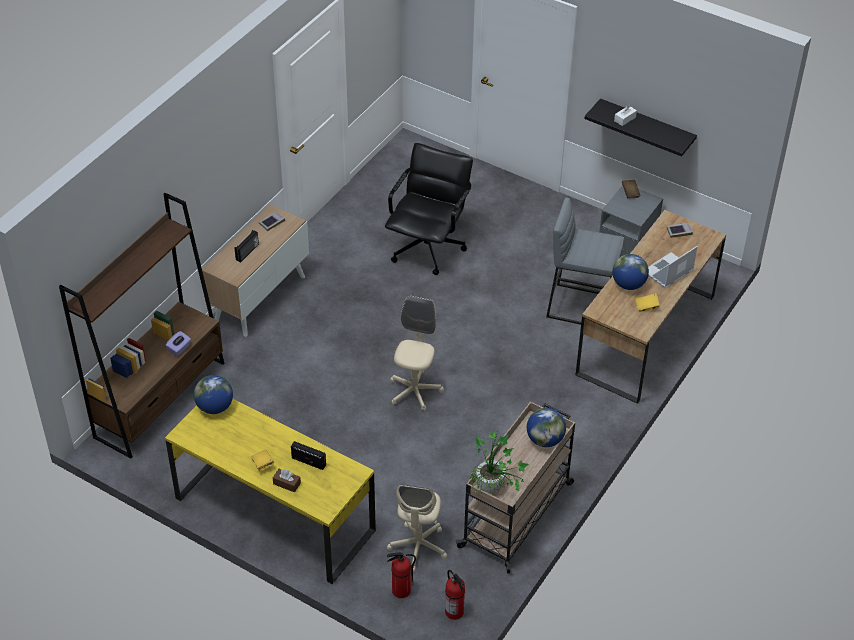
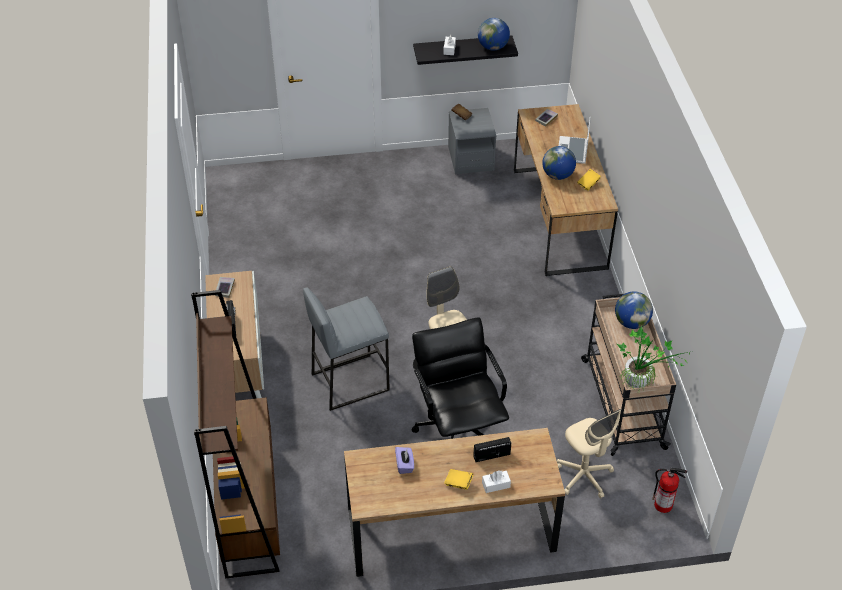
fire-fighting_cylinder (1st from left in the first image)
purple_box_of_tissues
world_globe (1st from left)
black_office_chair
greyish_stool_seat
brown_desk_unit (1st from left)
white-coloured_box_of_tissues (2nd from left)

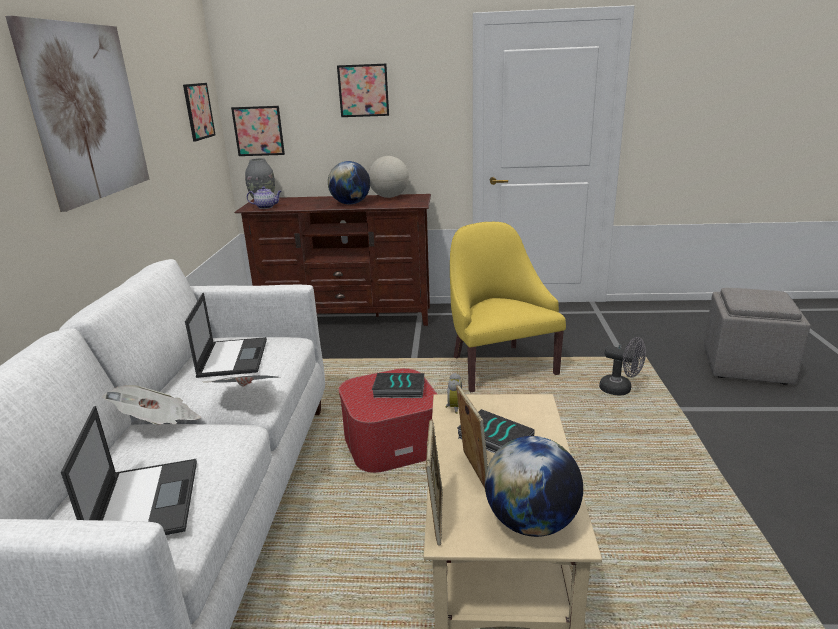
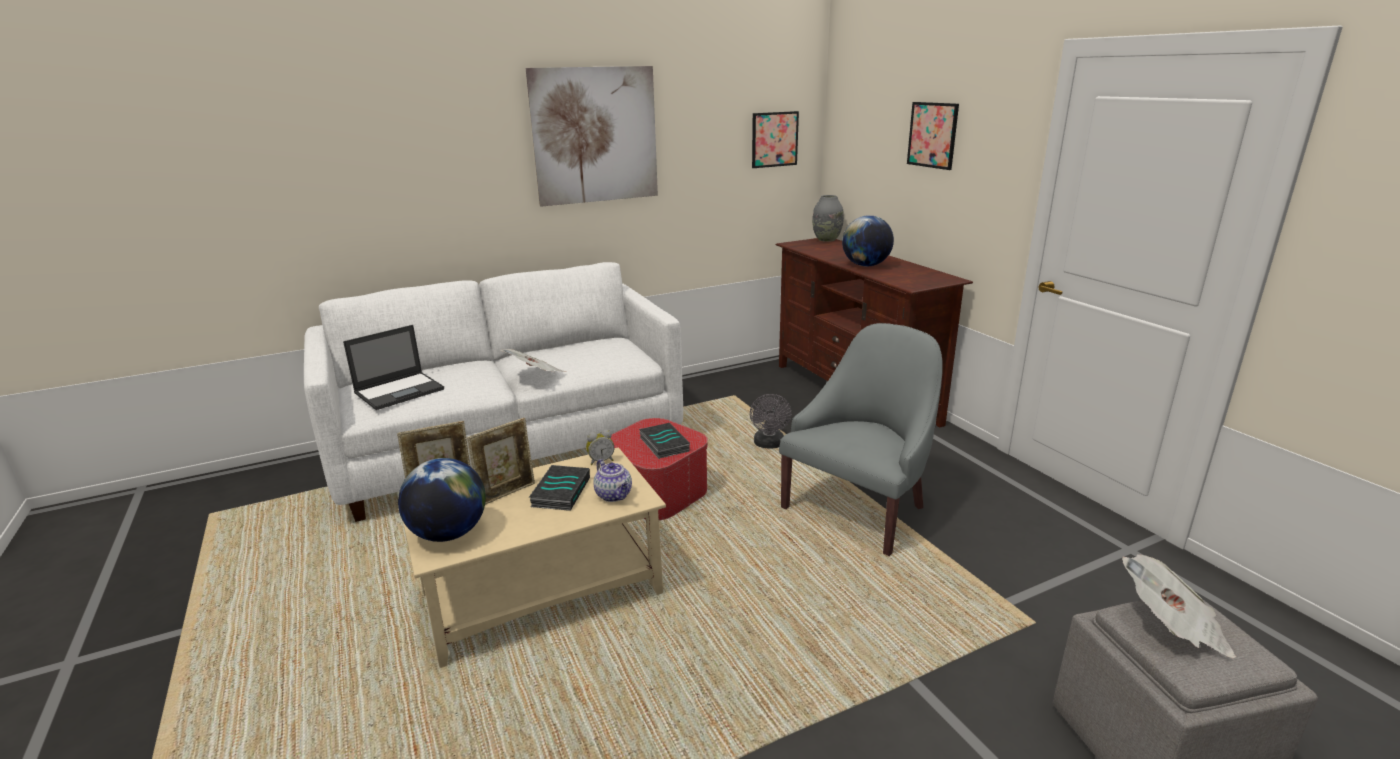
notebook_computer (2nd from left in the first image)
wall_art (3rd from left in the first image)
world_globe (2nd from left in the first image)
newspaper (2nd from left)
teapot
greyish_cooling_fan
greyish_armchair

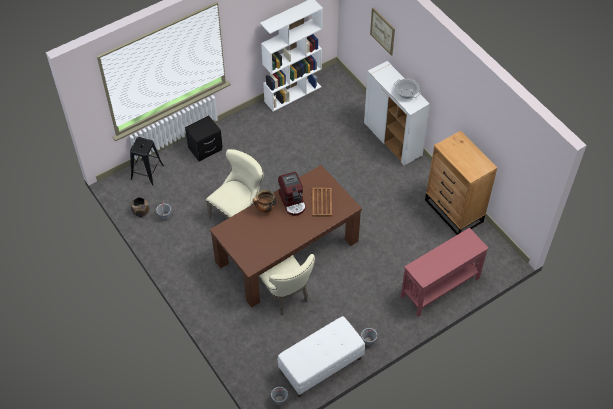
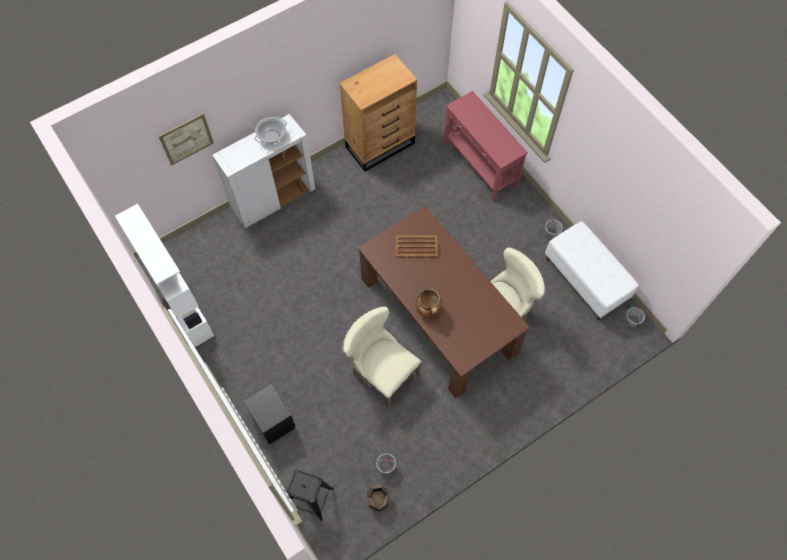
coffee_brewer

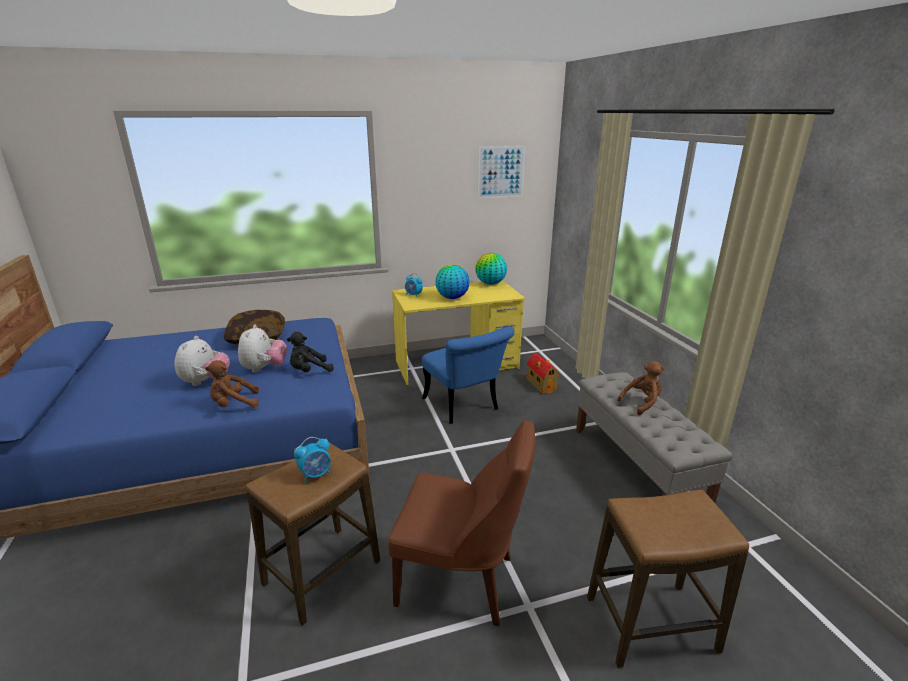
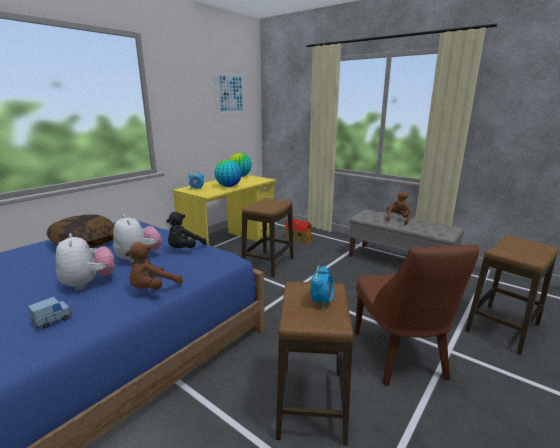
bluish_miniature_car
stool_seat (1st from left)
brown_upright_chair

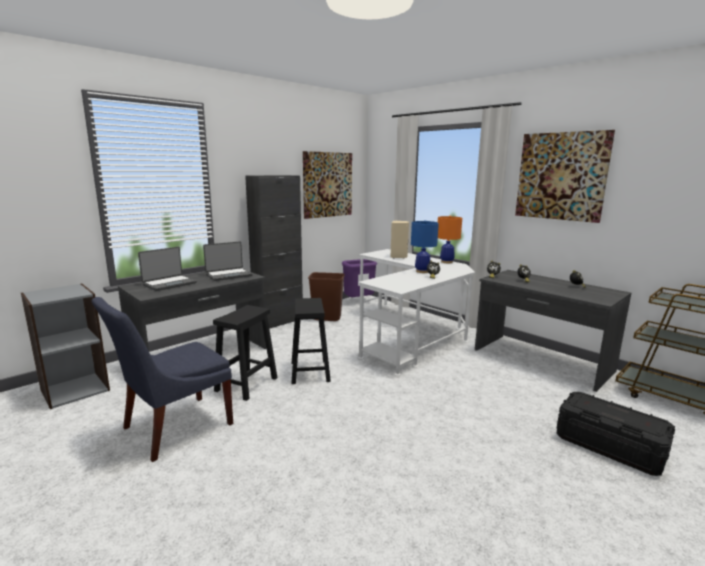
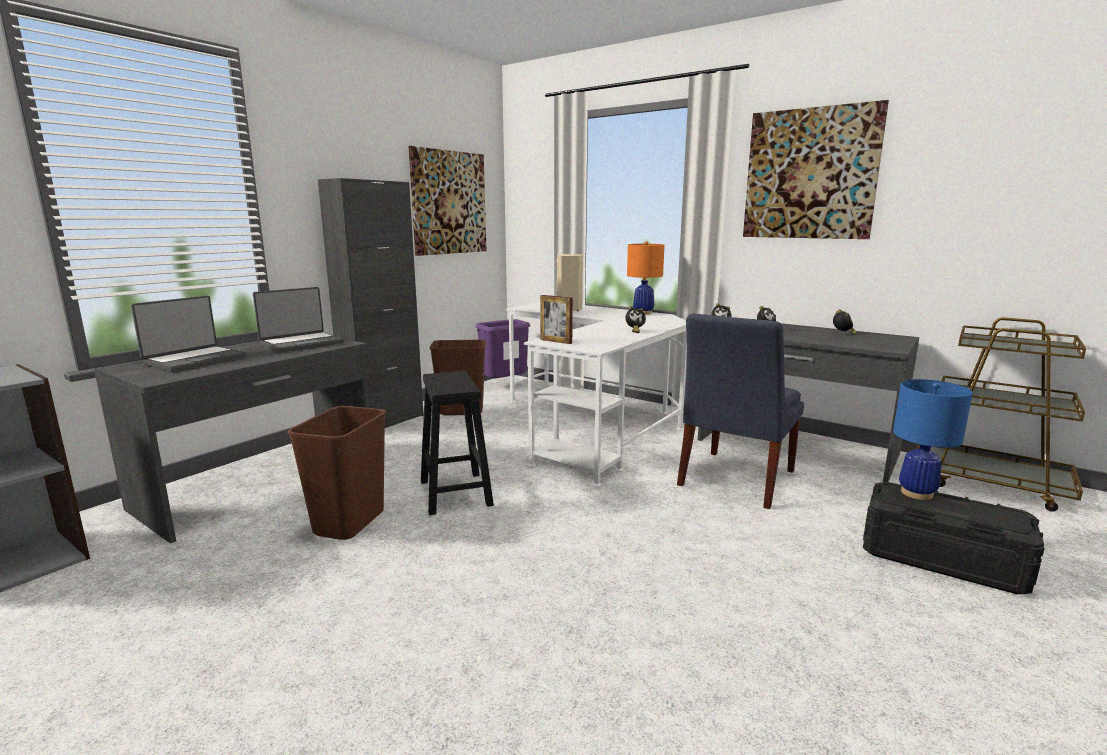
photo_frame
bluish_upright_chair
bluish_tabletop_lamp
brown_trash_can (1st from left)

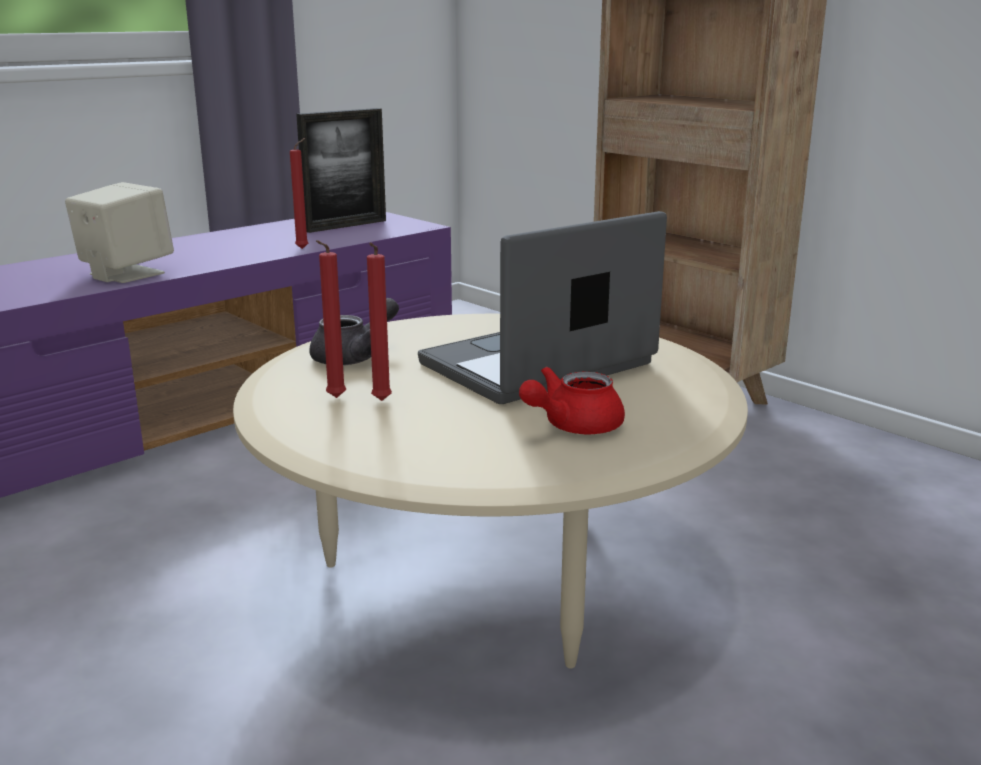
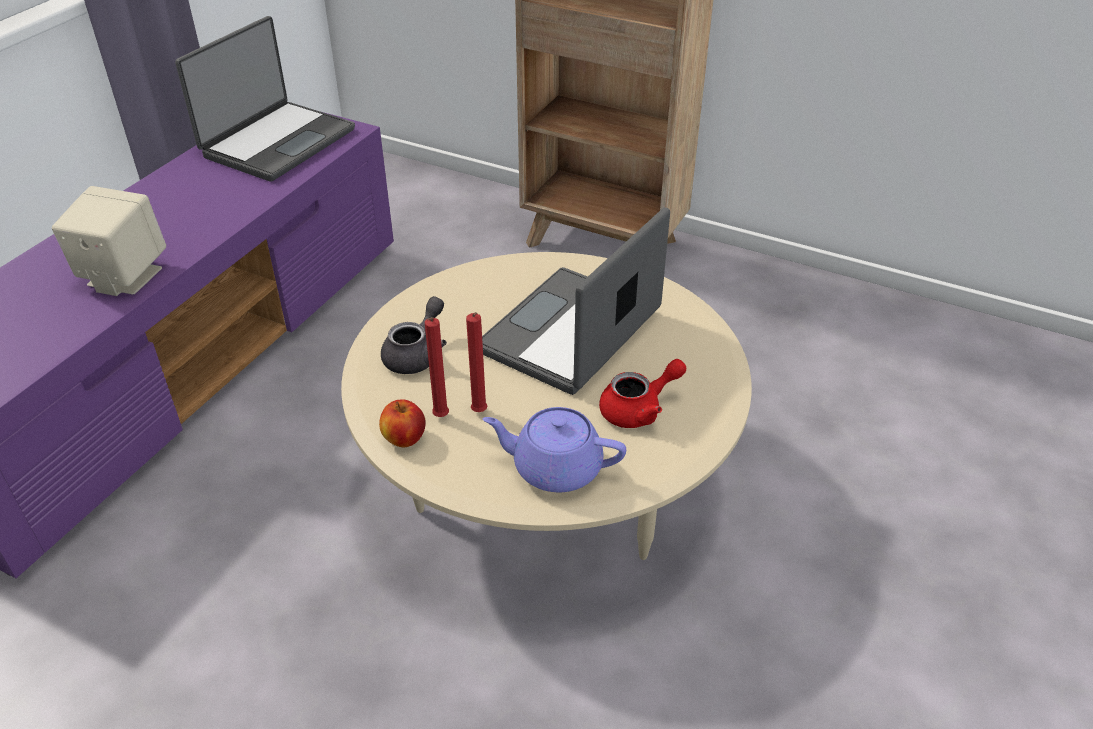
red-coloured_candle (1st from left in the first image)
apple
purple_teapot
notebook_computer (1st from left)
red-coloured_teapot

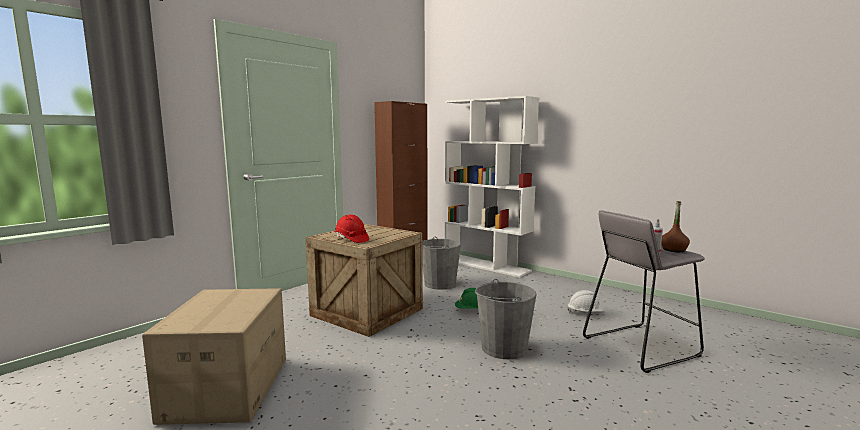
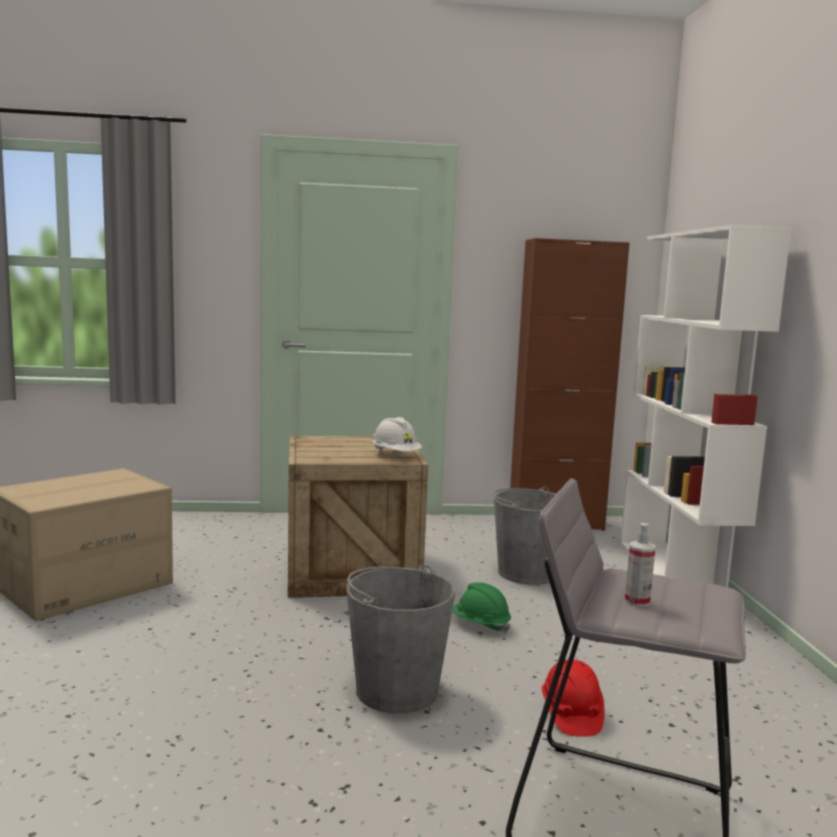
brown_drink_bottle
red-coloured_hard_hat
white-coloured_hard_hat

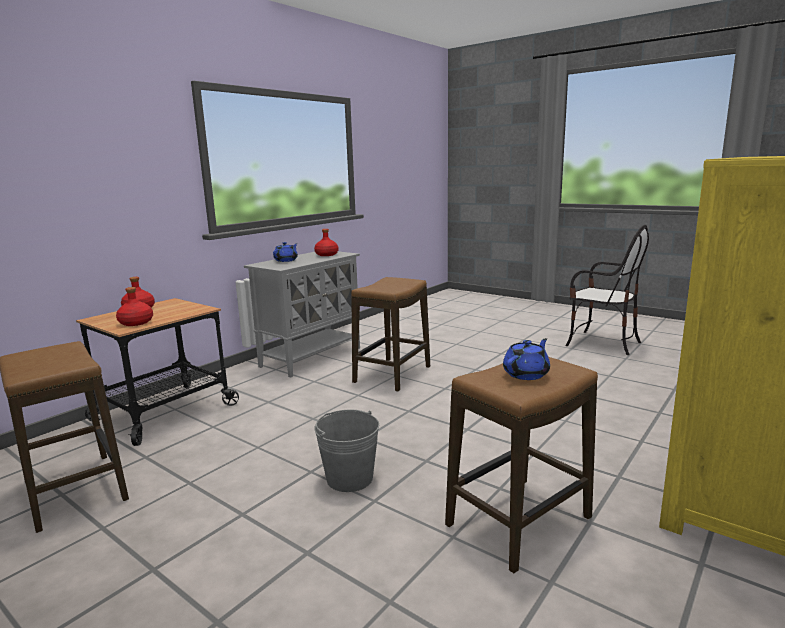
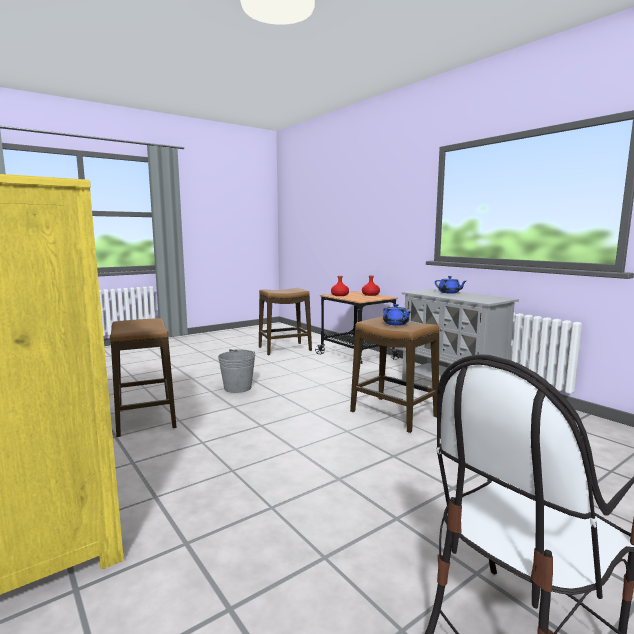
red-coloured_drink_bottle (3rd from left in the first image)
bluish_teapot (1st from left)

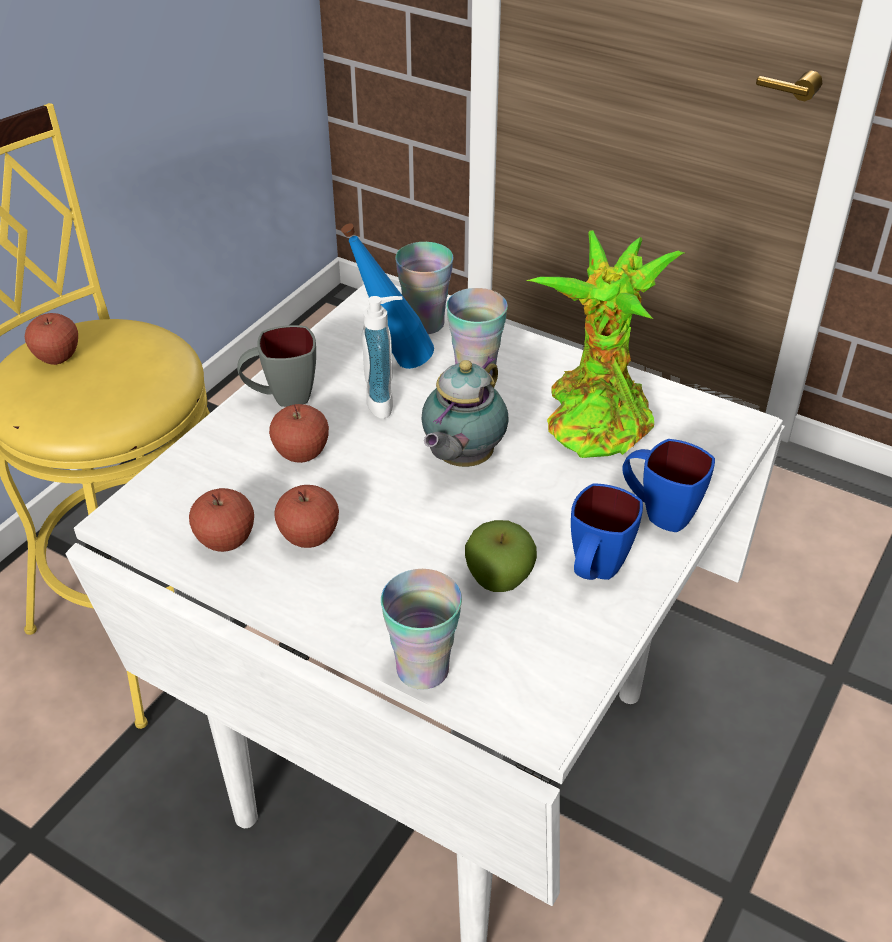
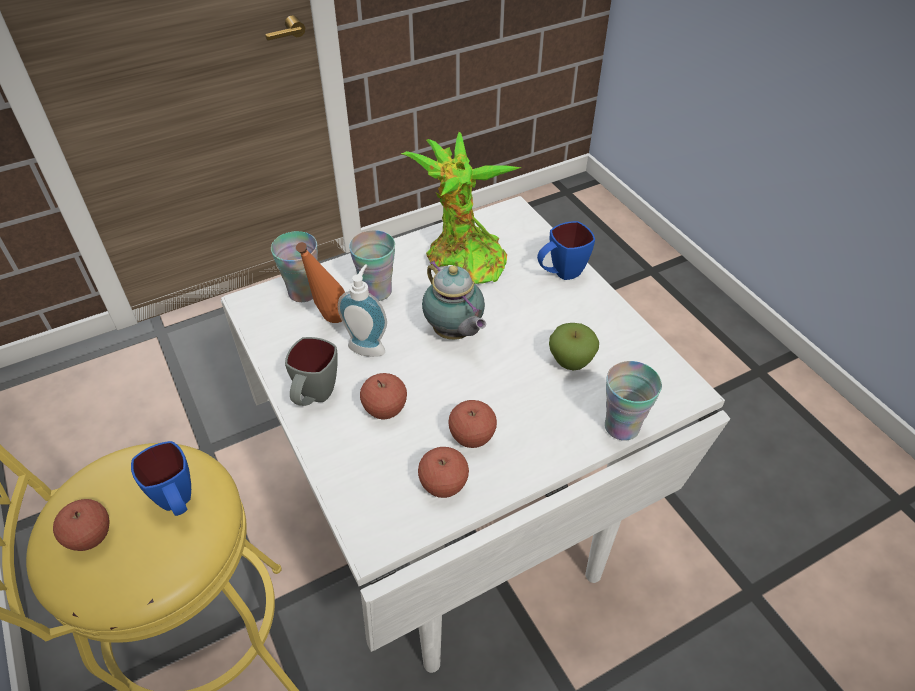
bluish_coffee_mug (1st from left)
orangey_drink_bottle

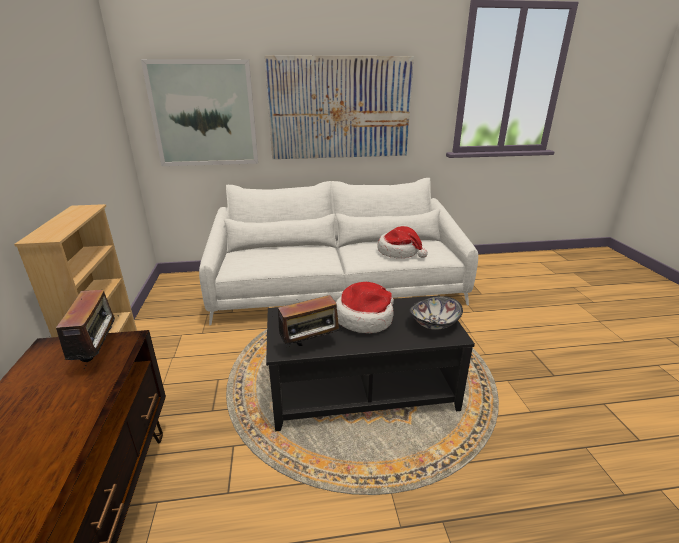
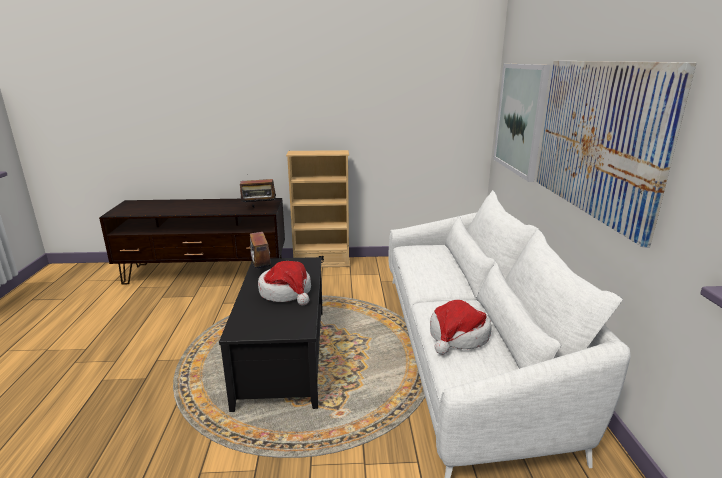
deep_dish

